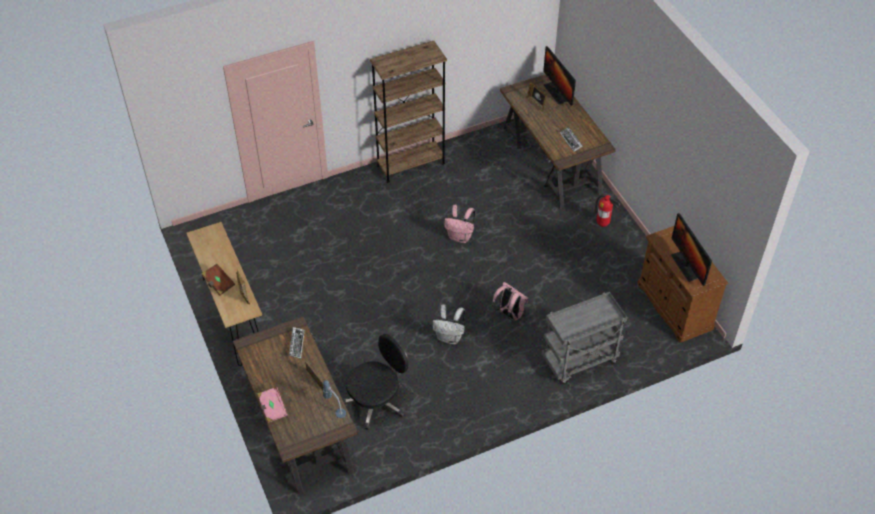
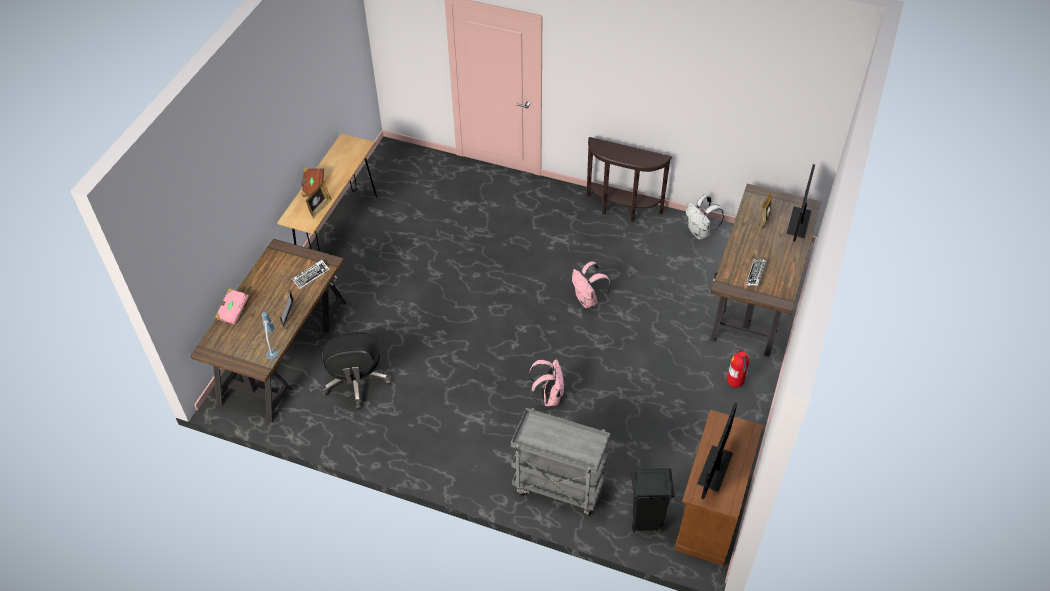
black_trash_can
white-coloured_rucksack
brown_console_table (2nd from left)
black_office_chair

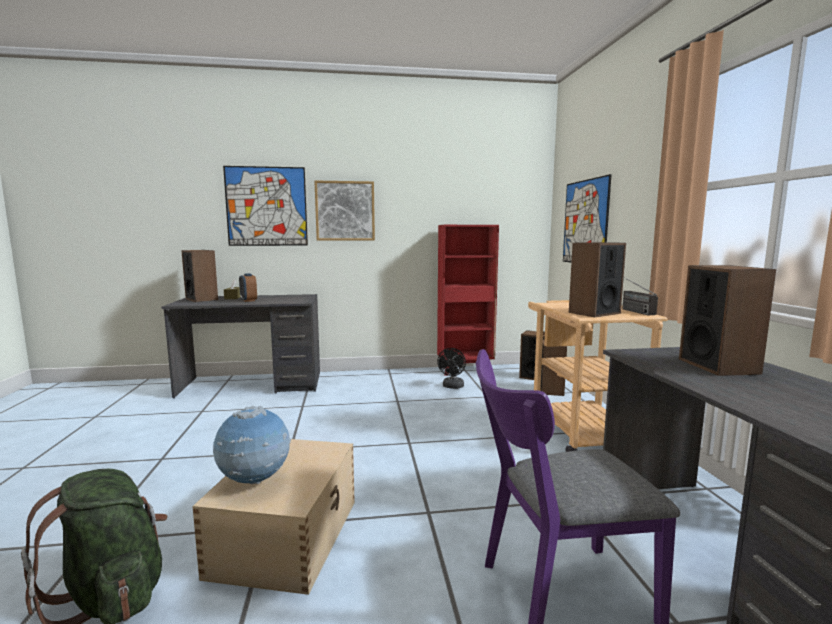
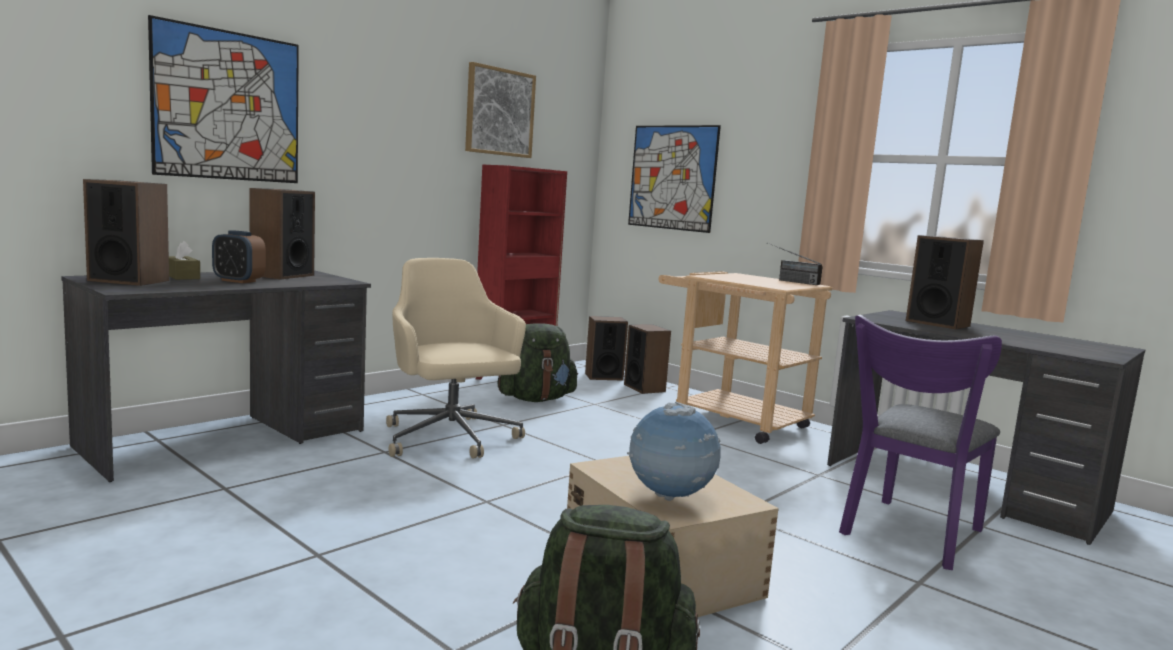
sand-coloured_office_chair
wall_art (2nd from left)
speaker (2nd from left)
green-coloured_rucksack (1st from left)

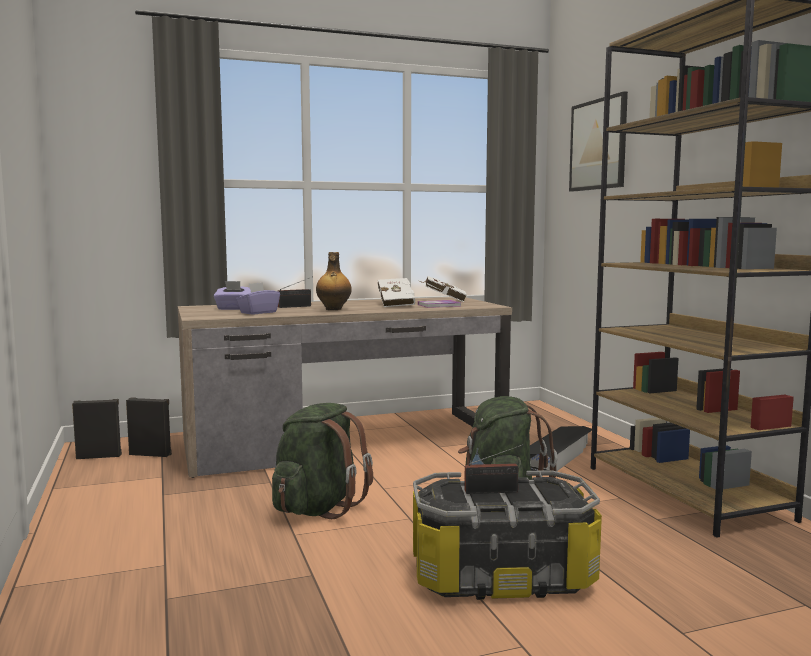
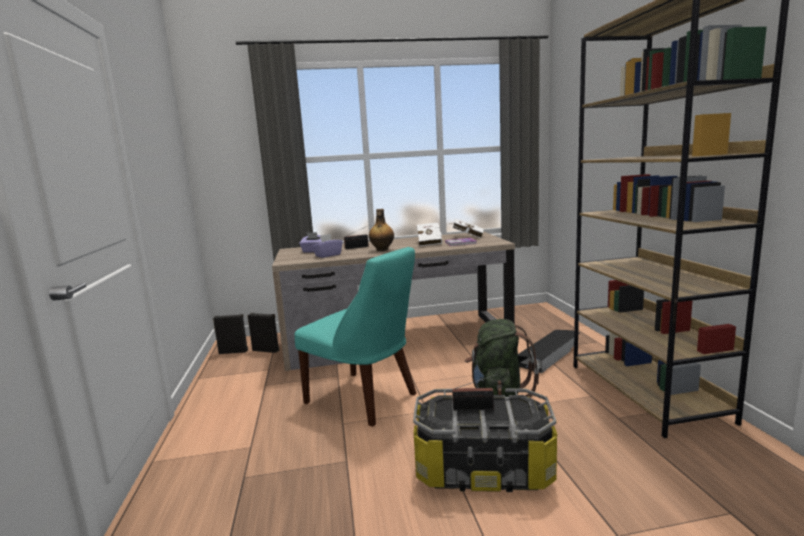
wall_art
turquoise_upright_chair

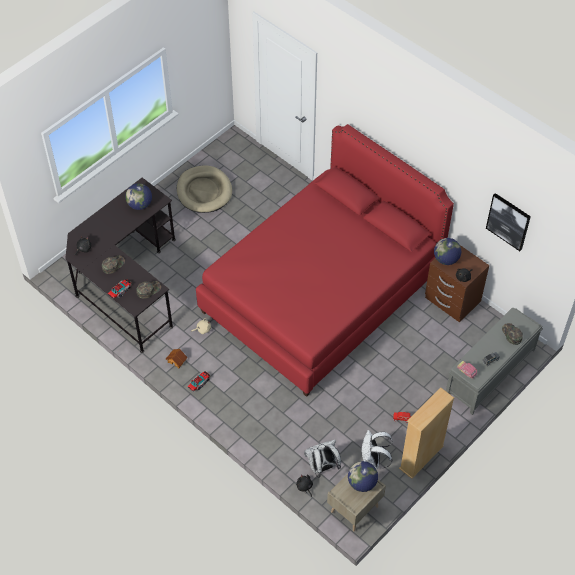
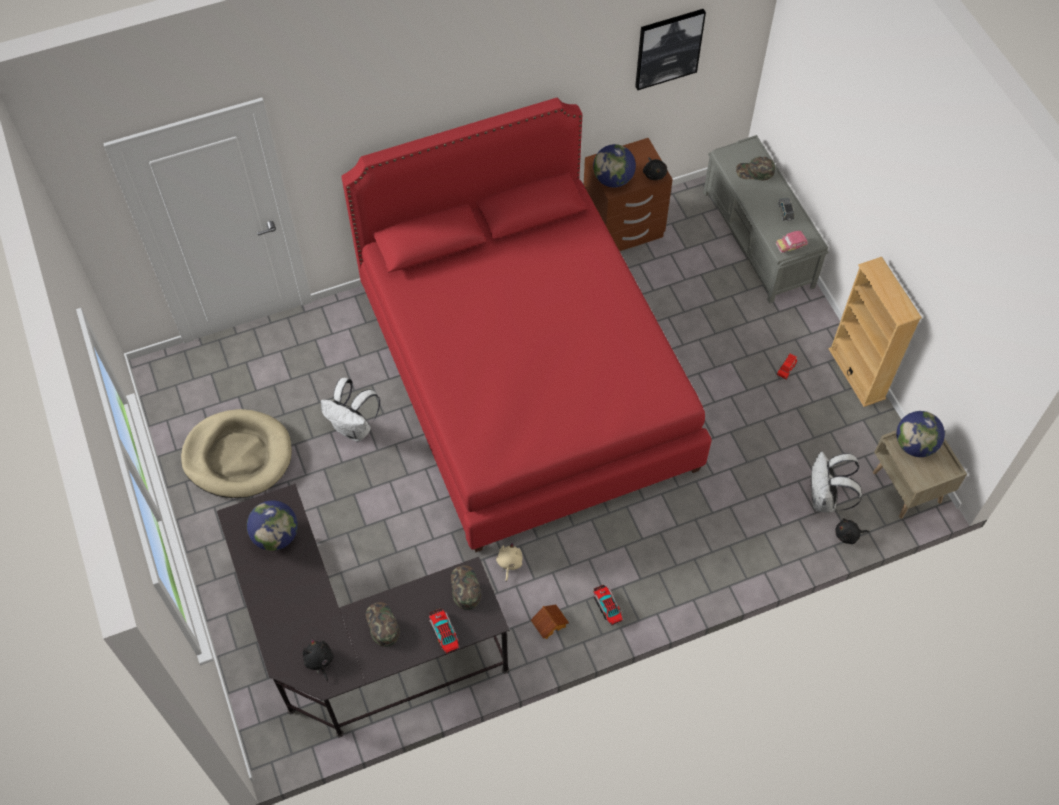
white-coloured_rucksack (1st from left)

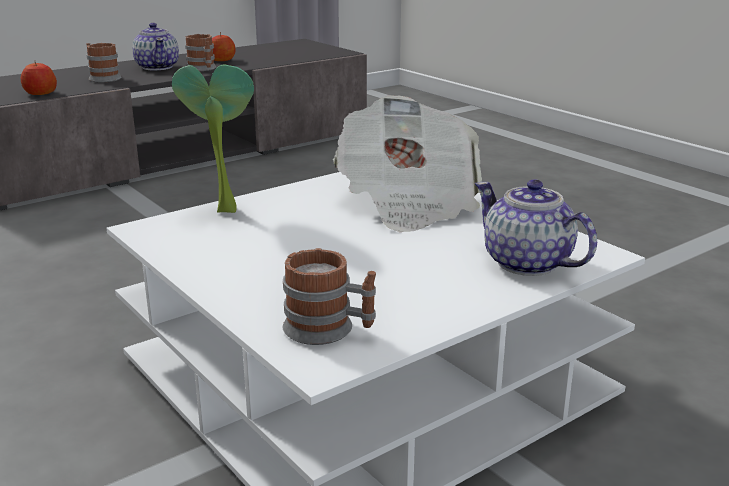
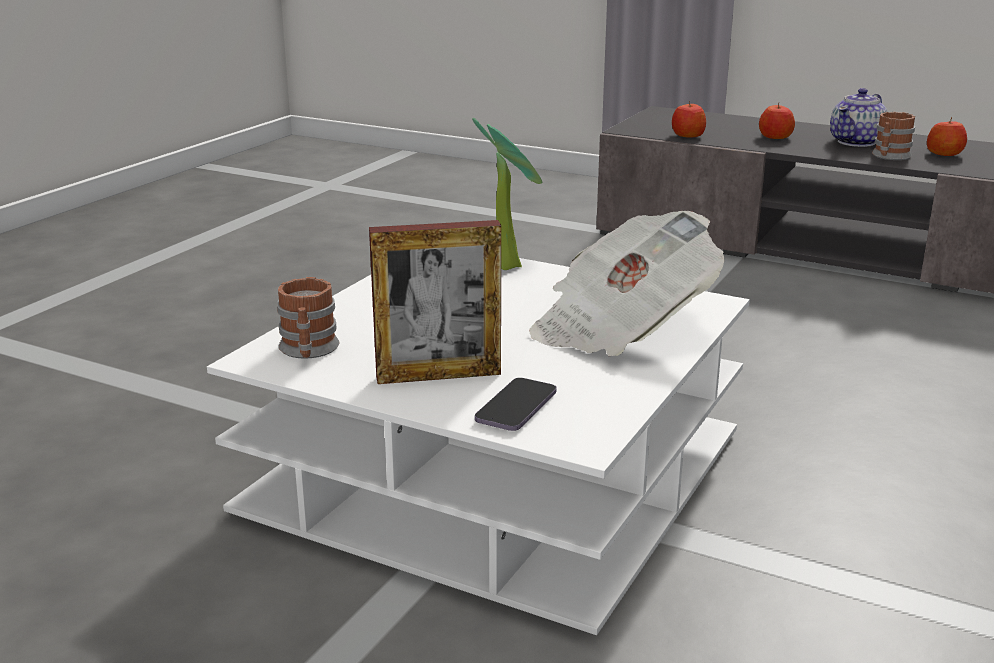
photo_frame
apple (2nd from left)
phone

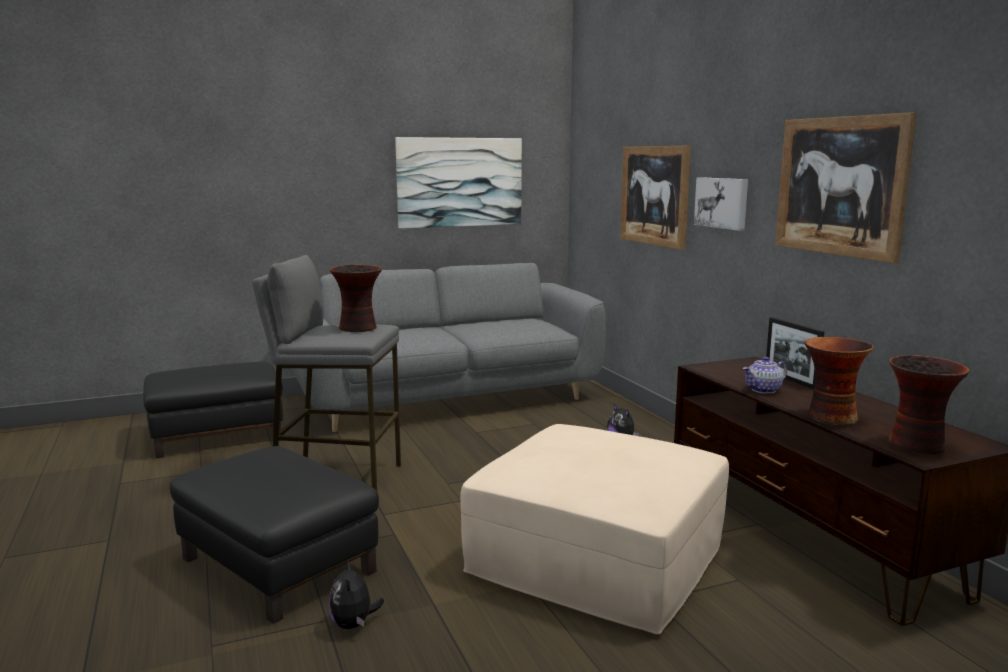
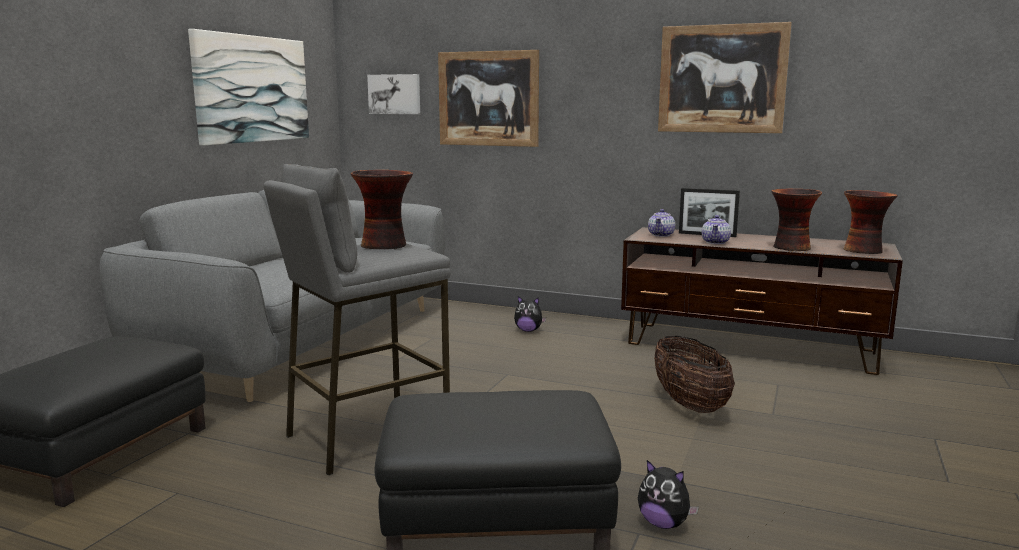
teapot (1st from left)
wall_art (2nd from left)
household_basket

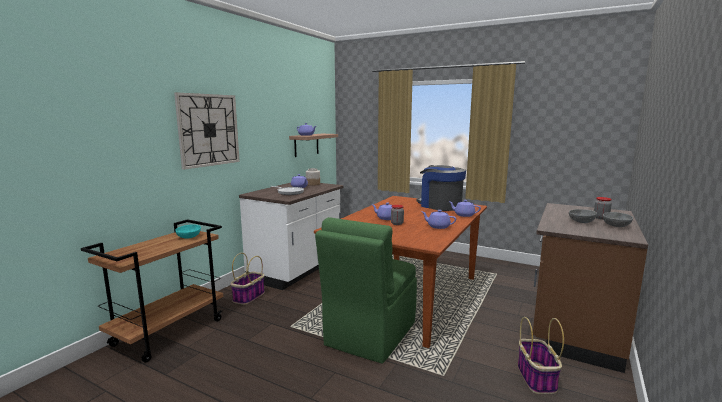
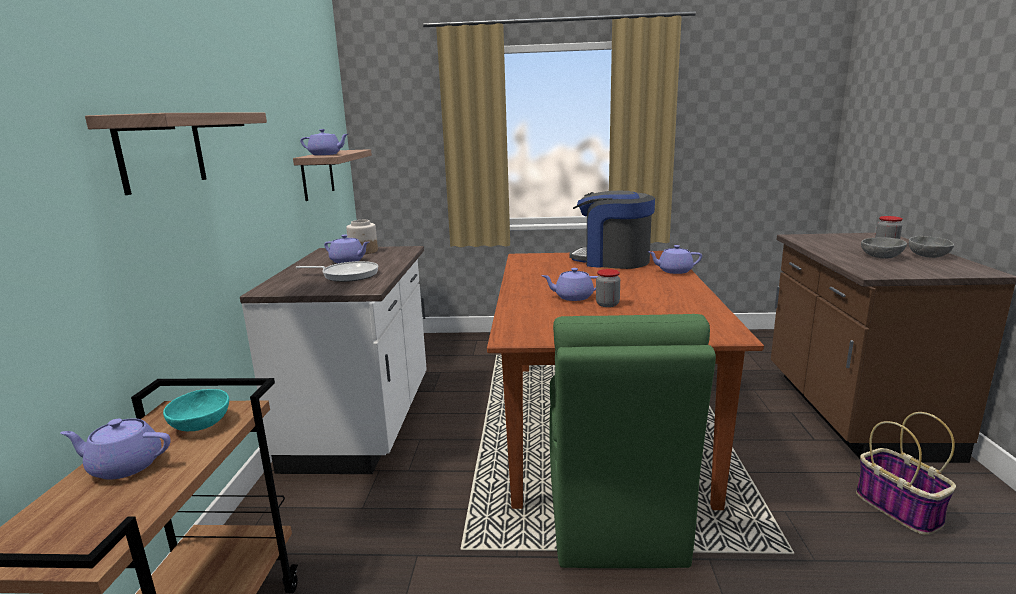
household_basket (1st from left in the first image)
purple_teapot (1st from left)
bracket_shelf (1st from left)

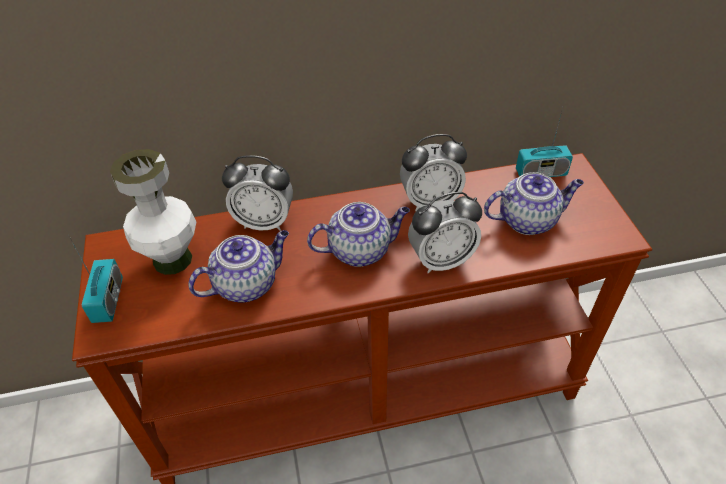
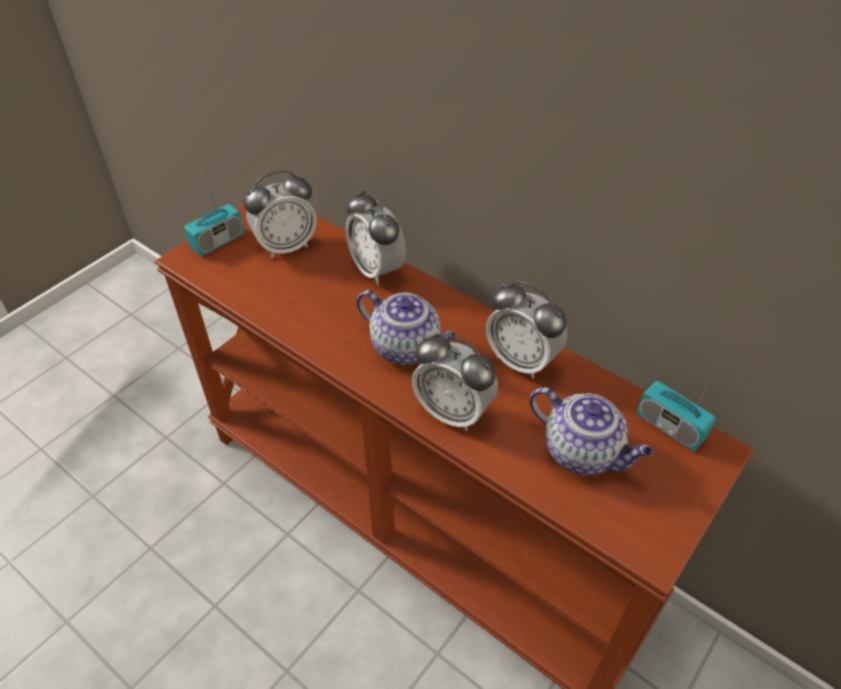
teapot (1st from left in the first image)
bedside_clock (1st from left)

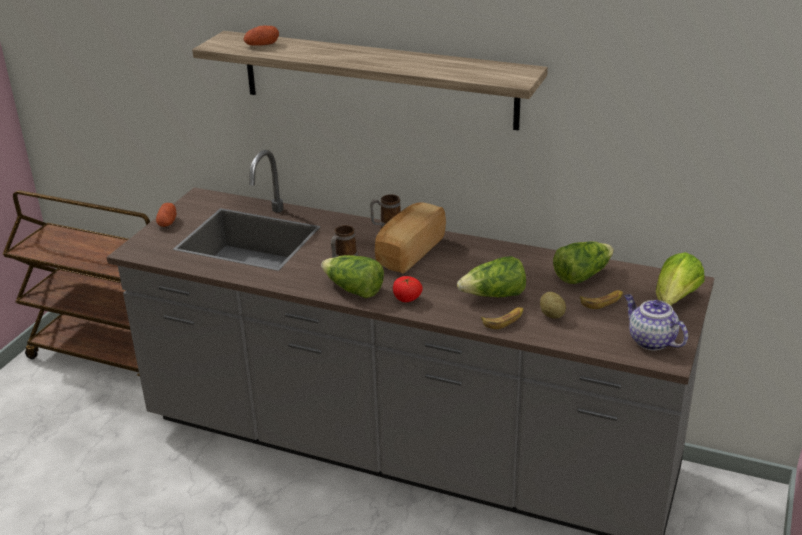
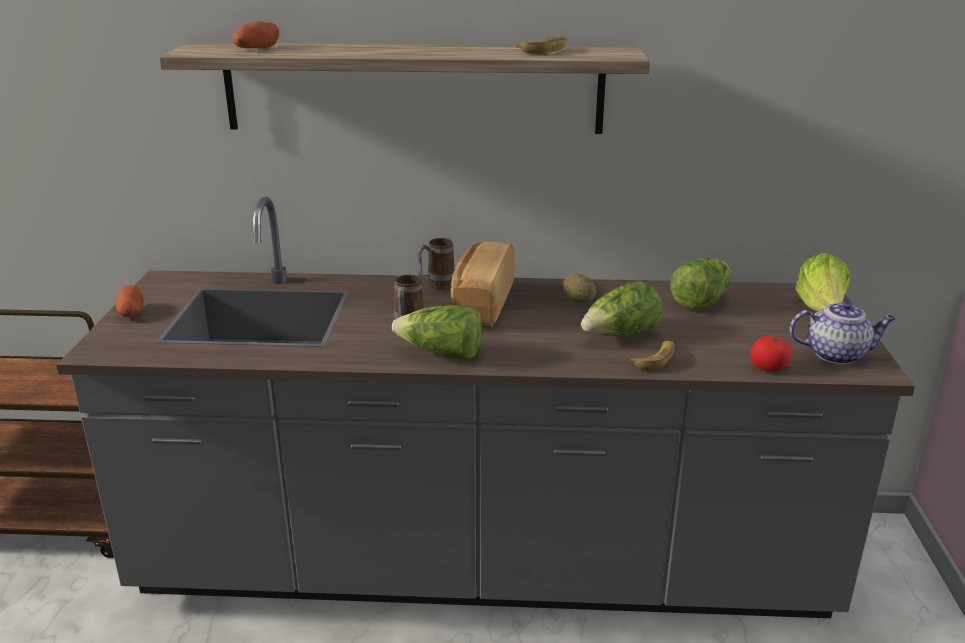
whole_tomato
spud (3rd from left)
banana_fruit (1st from left)
teapot

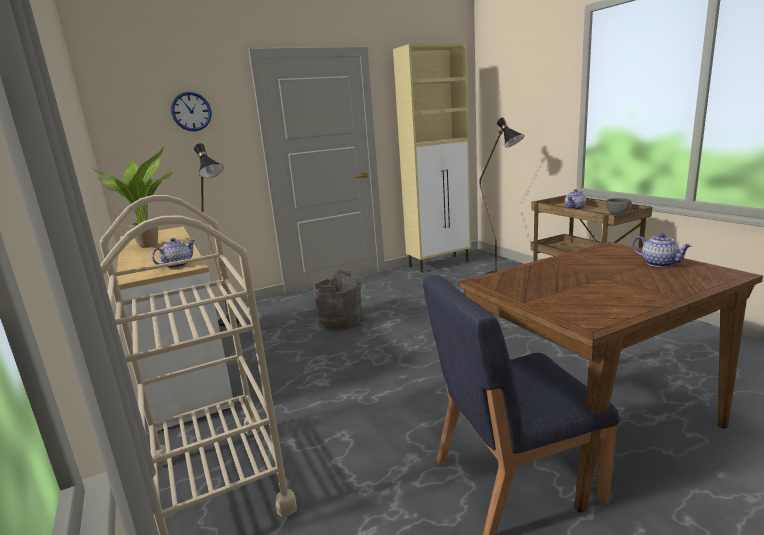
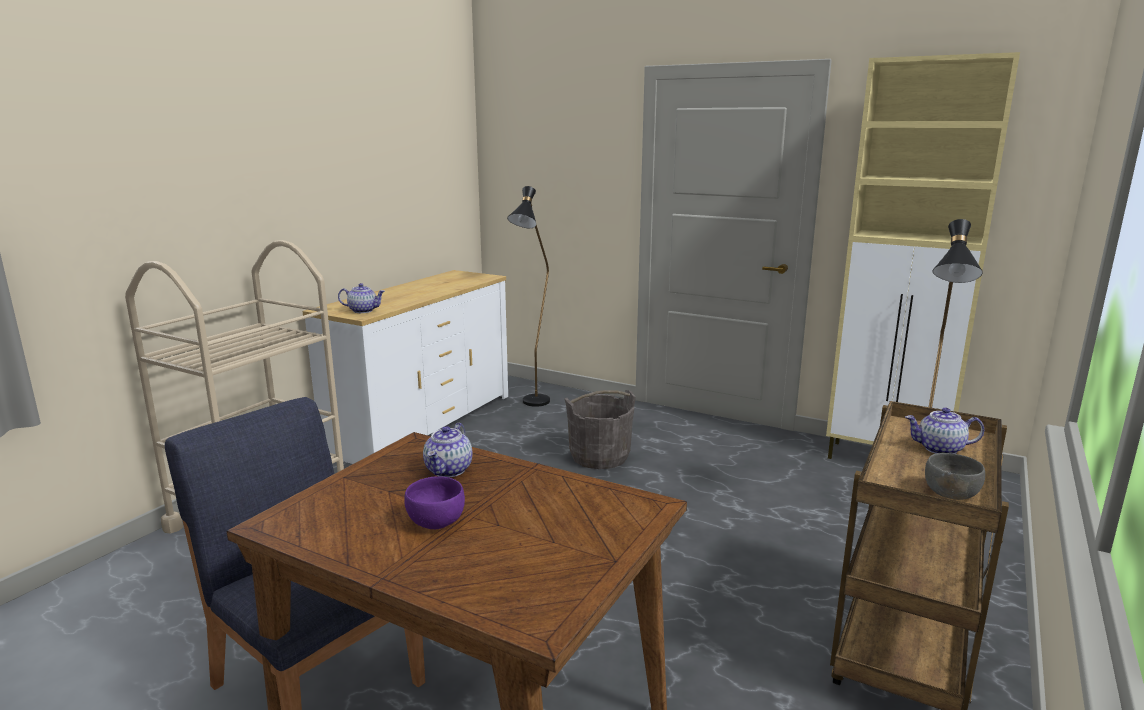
houseplant
clock_on_the_wall
purple_deep_dish
teapot (2nd from left)

